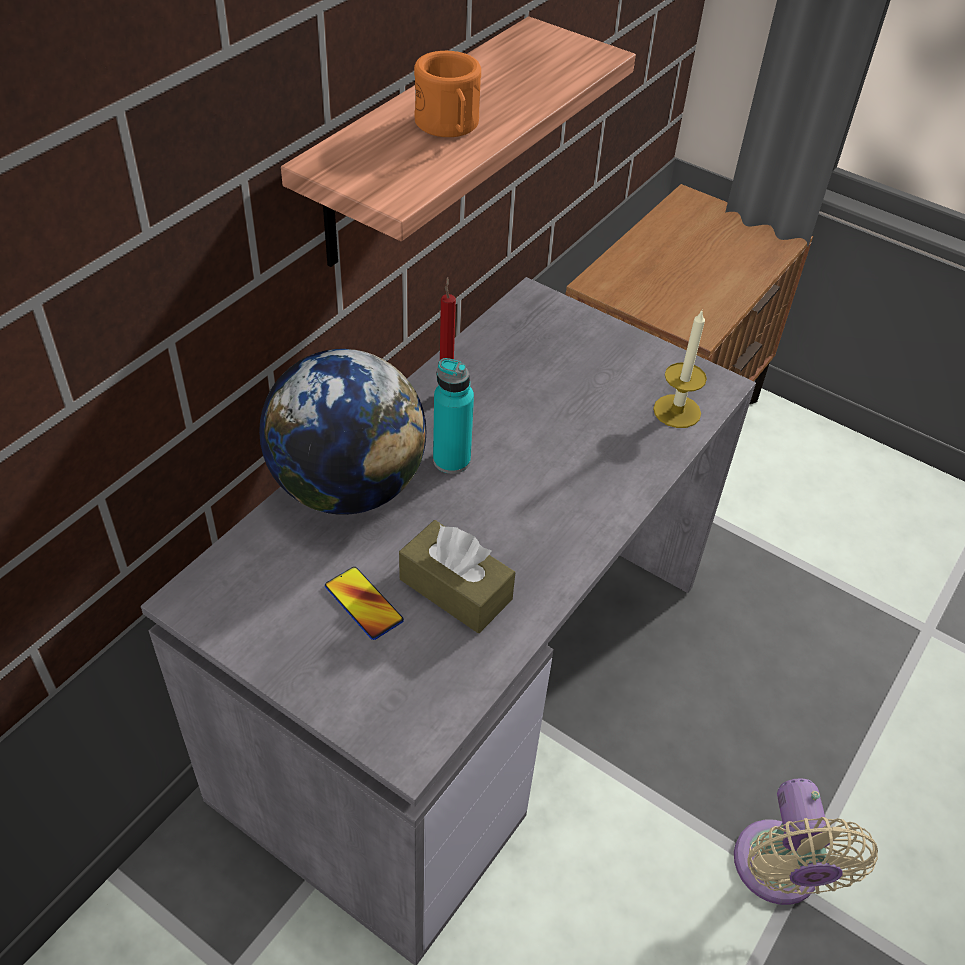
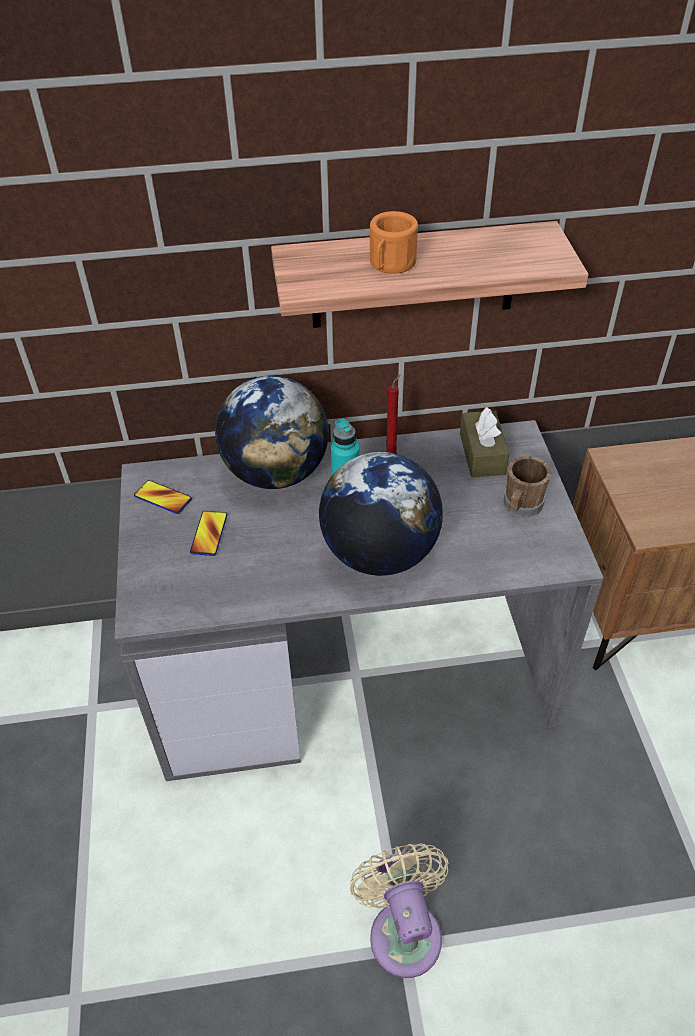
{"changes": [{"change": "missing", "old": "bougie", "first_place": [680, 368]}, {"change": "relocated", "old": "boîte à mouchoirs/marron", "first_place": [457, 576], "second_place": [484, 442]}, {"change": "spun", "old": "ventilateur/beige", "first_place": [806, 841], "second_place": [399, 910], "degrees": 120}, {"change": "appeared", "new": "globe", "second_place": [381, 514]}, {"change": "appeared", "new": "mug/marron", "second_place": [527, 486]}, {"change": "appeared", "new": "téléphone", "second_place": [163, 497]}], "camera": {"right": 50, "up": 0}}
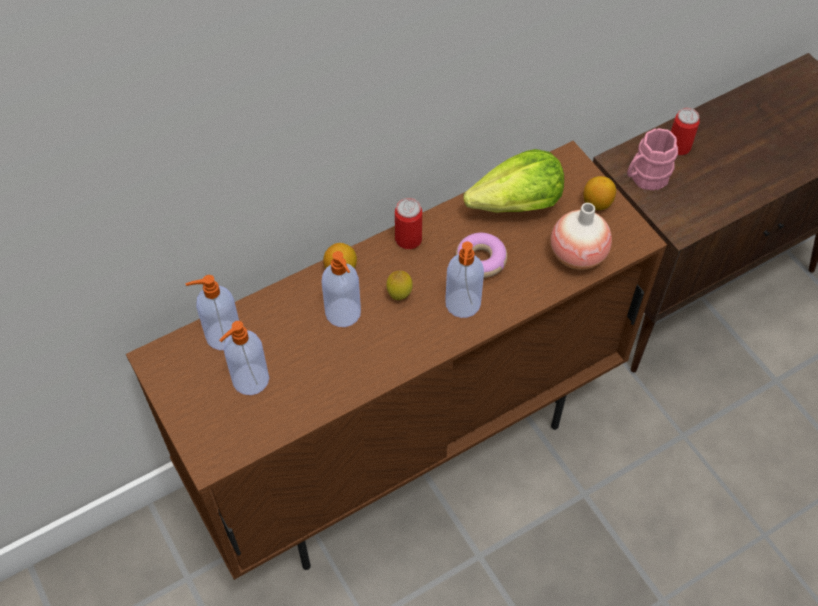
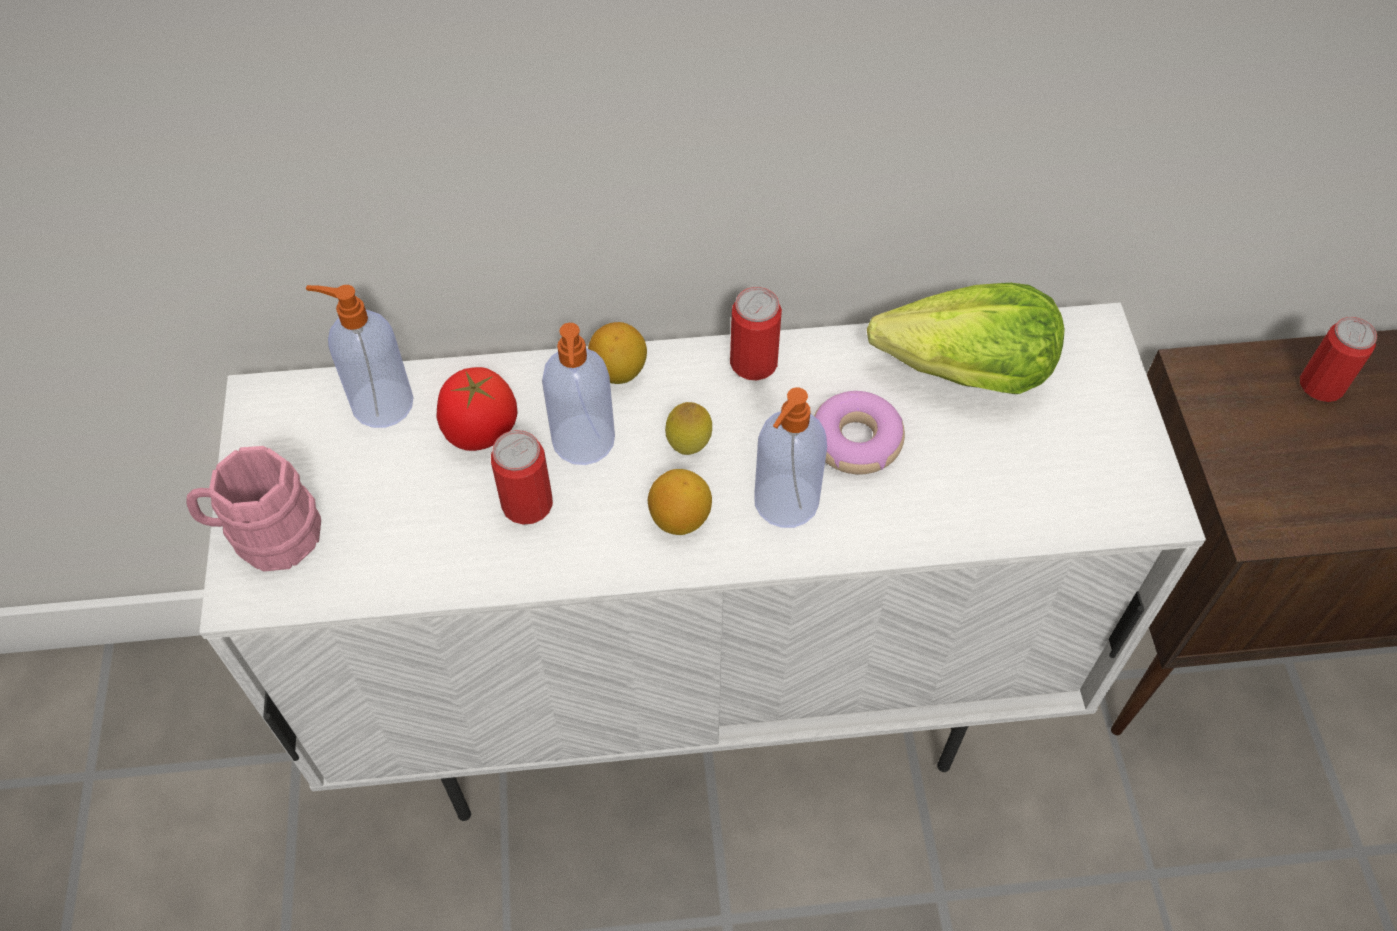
{"changes": [{"change": "relocated", "old": "mug/rose", "first_place": [652, 159], "second_place": [253, 508]}, {"change": "colour", "old": "meuble de rangement/marron", "new": "meuble de rangement/blanc", "first_place": [396, 360], "second_place": [702, 562]}, {"change": "relocated", "old": "citron", "first_place": [599, 193], "second_place": [680, 502]}, {"change": "missing", "old": "vase", "first_place": [581, 236]}, {"change": "missing", "old": "distributeur de savon", "first_place": [244, 358]}, {"change": "appeared", "new": "tomate", "second_place": [477, 409]}, {"change": "appeared", "new": "boîte métallique", "second_place": [522, 477]}], "camera": {"right": 25, "up": 0}}
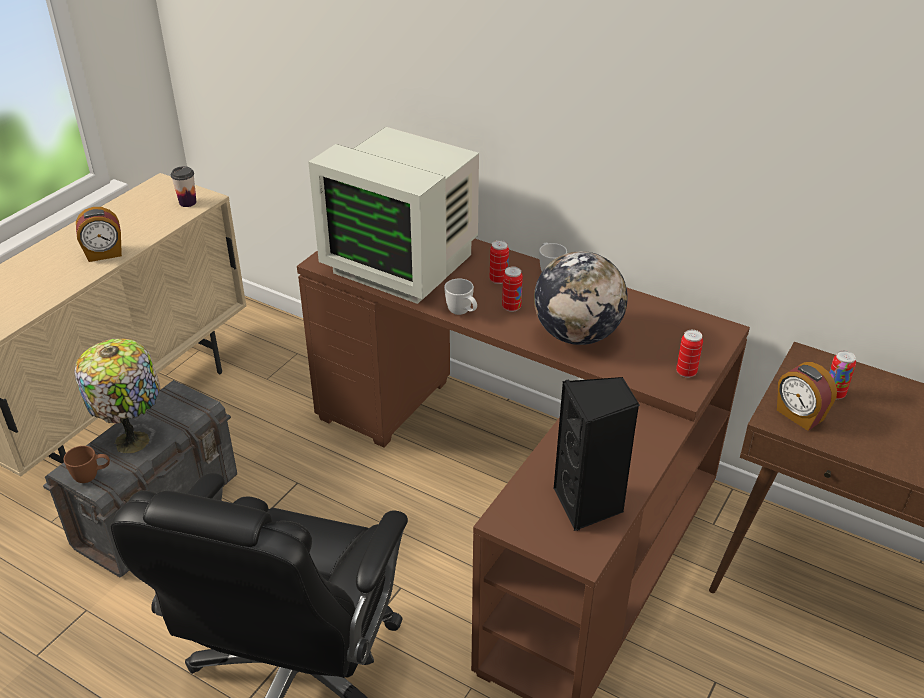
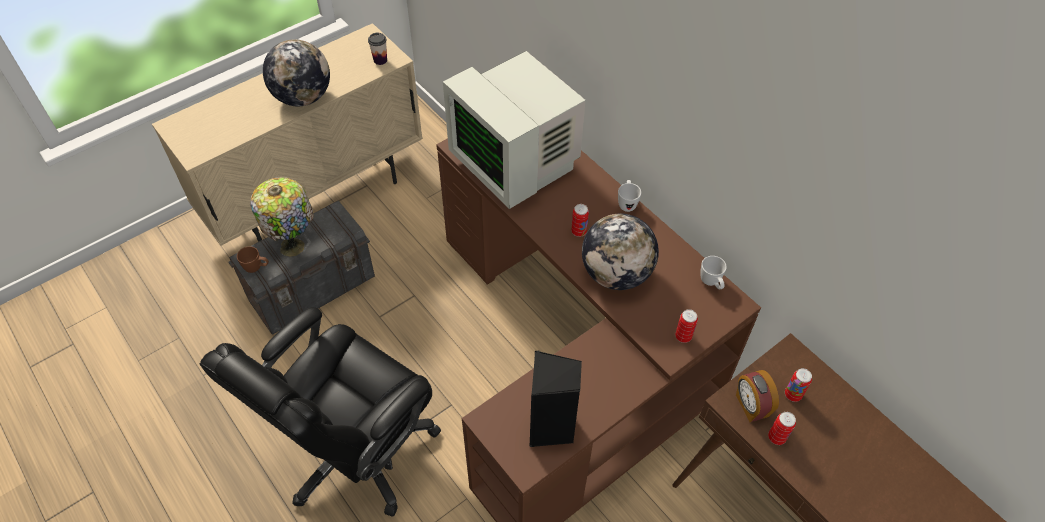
{"changes": [{"change": "exchanged", "old": "réveil", "new": "globe", "first_place": [99, 234], "second_place": [296, 72]}, {"change": "relocated", "old": "boîte métallique", "first_place": [499, 262], "second_place": [782, 428]}, {"change": "relocated", "old": "mug/blanc", "first_place": [460, 296], "second_place": [713, 272]}], "camera": {"right": 20, "up": 15}}
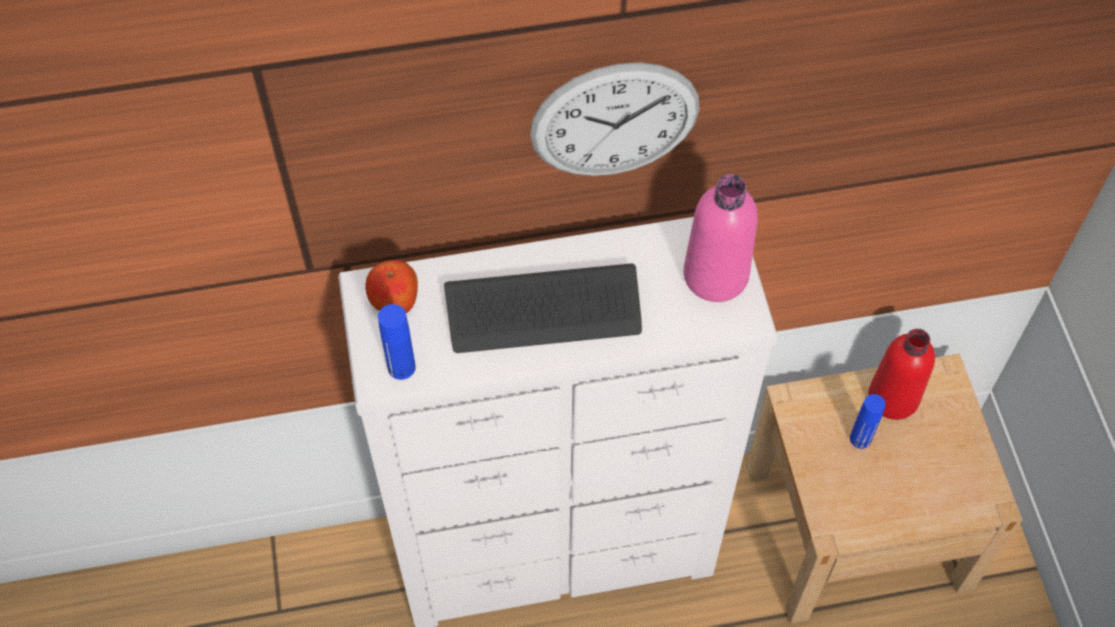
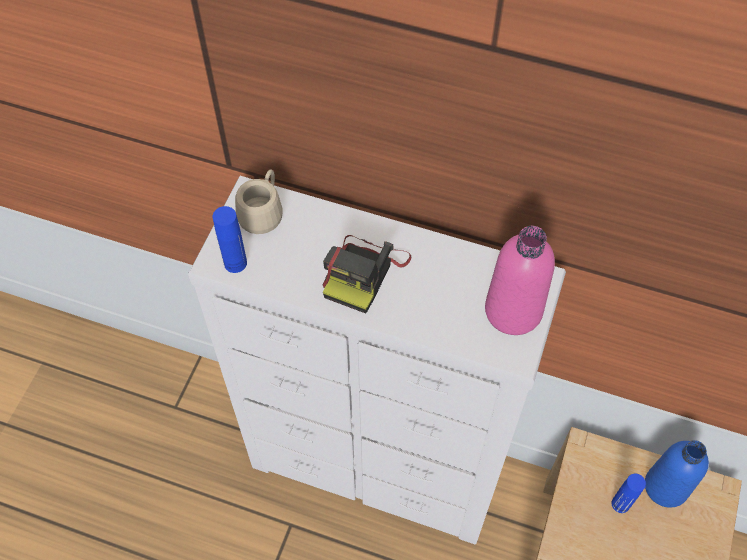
{"changes": [{"change": "missing", "old": "horloge murale", "first_place": [615, 119]}, {"change": "exchanged", "old": "pomme", "new": "mug/beige", "first_place": [391, 286], "second_place": [258, 201]}, {"change": "exchanged", "old": "clavier", "new": "appareil photo", "first_place": [543, 308], "second_place": [367, 274]}, {"change": "colour", "old": "bouteille/rouge", "new": "bouteille/bleu", "first_place": [901, 374], "second_place": [677, 474]}], "camera": {"right": 30, "up": 0}}
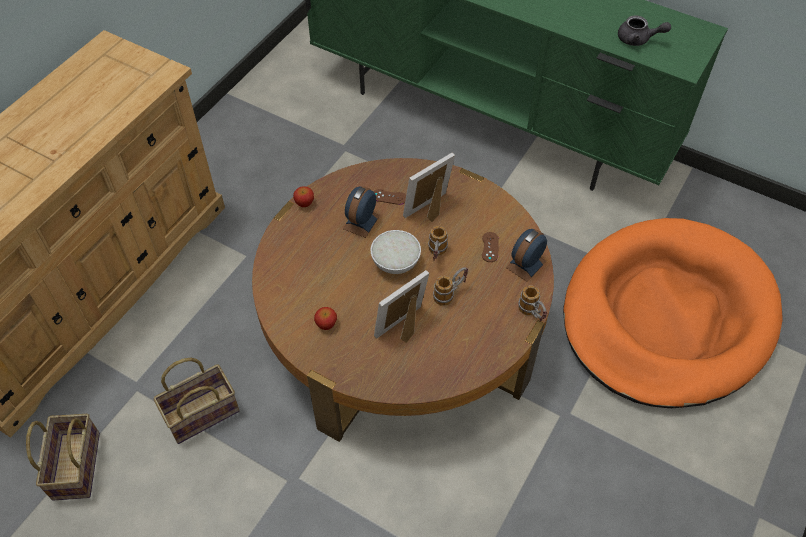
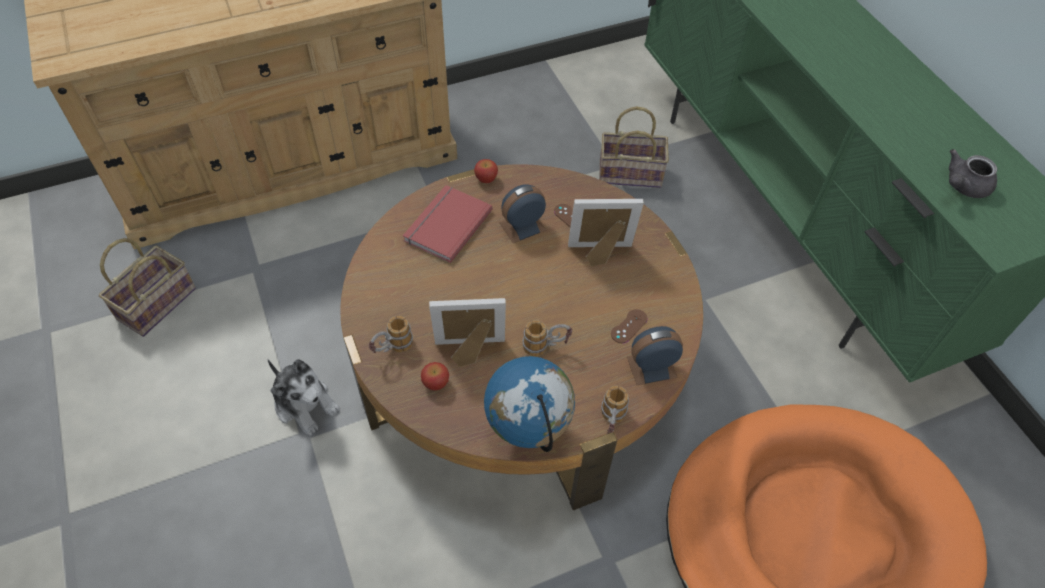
{"changes": [{"change": "spun", "old": "théière/gris", "first_place": [644, 30], "second_place": [973, 173], "degrees": 90}, {"change": "relocated", "old": "mug", "first_place": [438, 243], "second_place": [391, 334]}, {"change": "missing", "old": "bol/blanc", "first_place": [396, 252]}, {"change": "relocated", "old": "pomme", "first_place": [325, 318], "second_place": [435, 376]}, {"change": "relocated", "old": "panier", "first_place": [196, 401], "second_place": [634, 147]}, {"change": "appeared", "new": "livre/rouge", "second_place": [448, 224]}, {"change": "appeared", "new": "globe", "second_place": [529, 404]}, {"change": "appeared", "new": "peluche", "second_place": [304, 397]}], "camera": {"right": 35, "up": 0}}
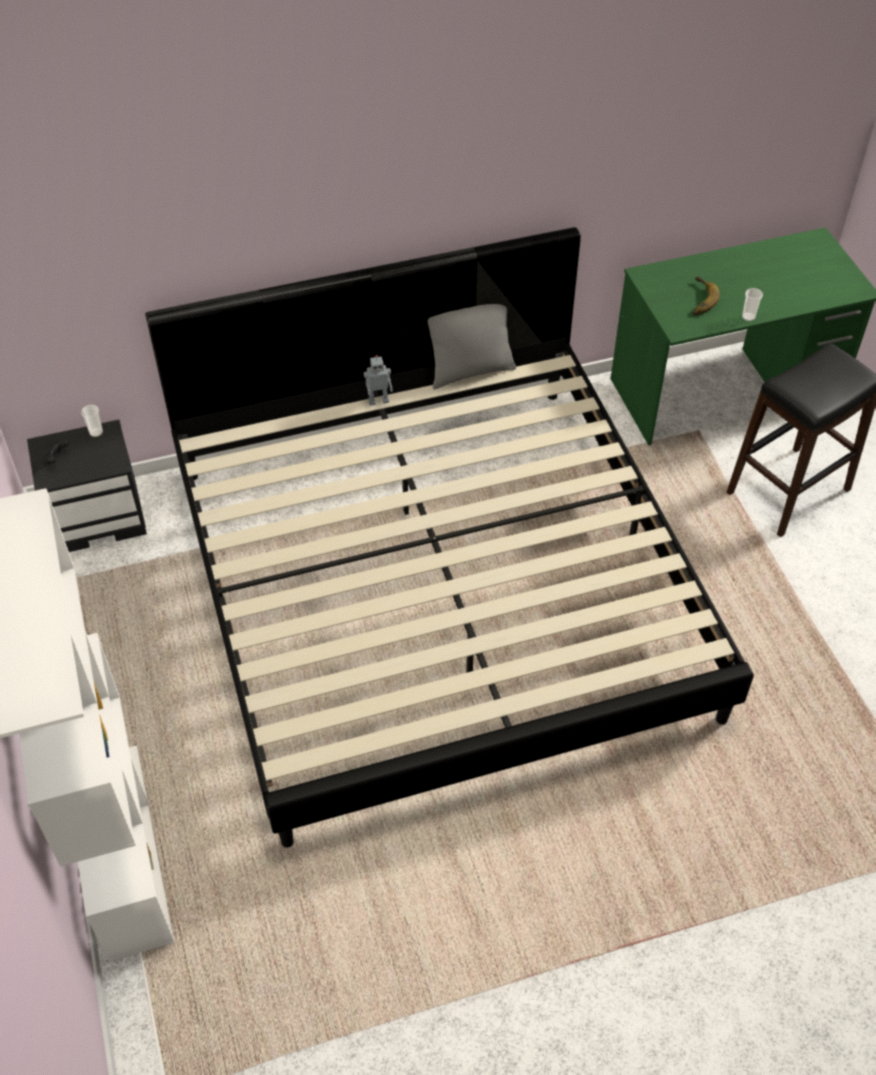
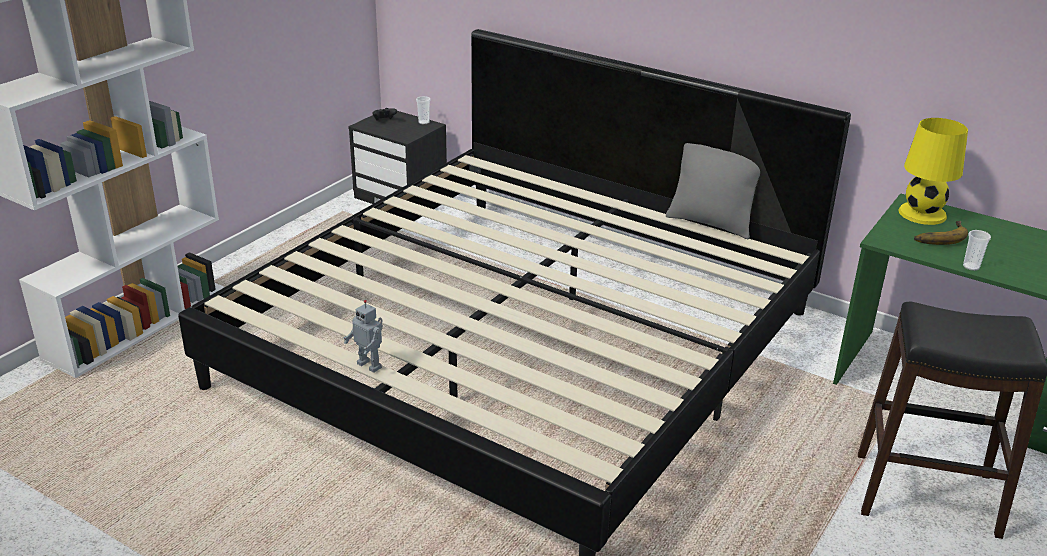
{"changes": [{"change": "relocated", "old": "robot jouet", "first_place": [378, 380], "second_place": [363, 336]}, {"change": "appeared", "new": "lampe de table/jaune", "second_place": [933, 171]}], "camera": {"right": 50, "up": -20}}
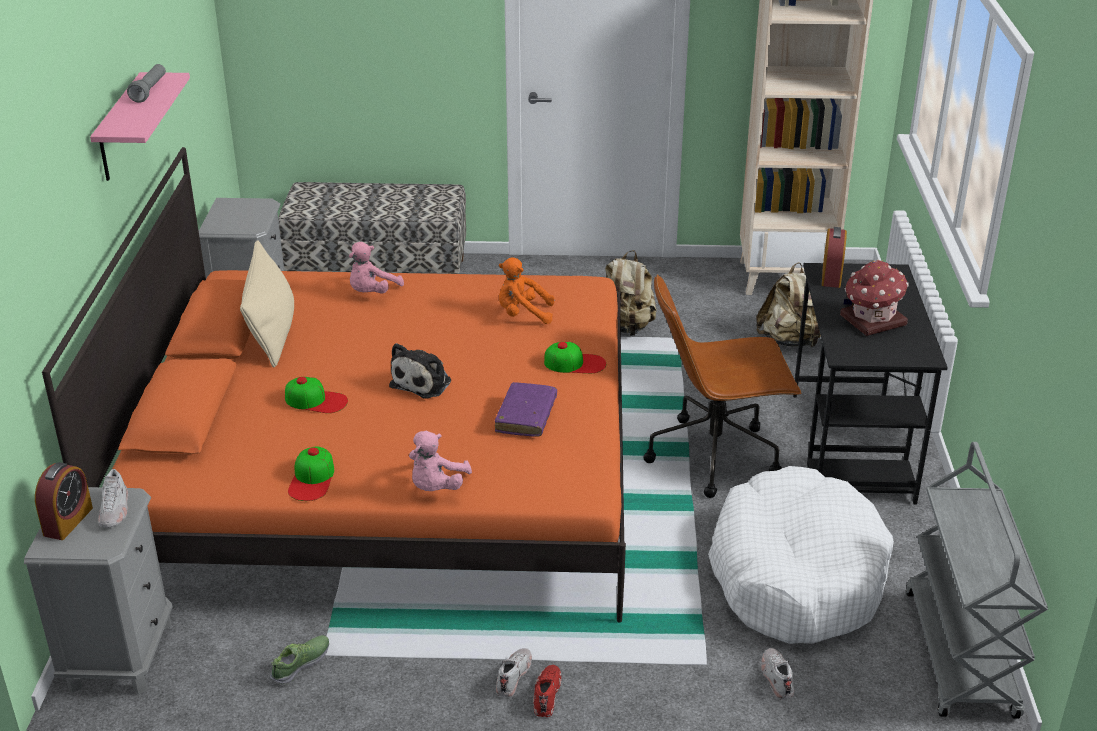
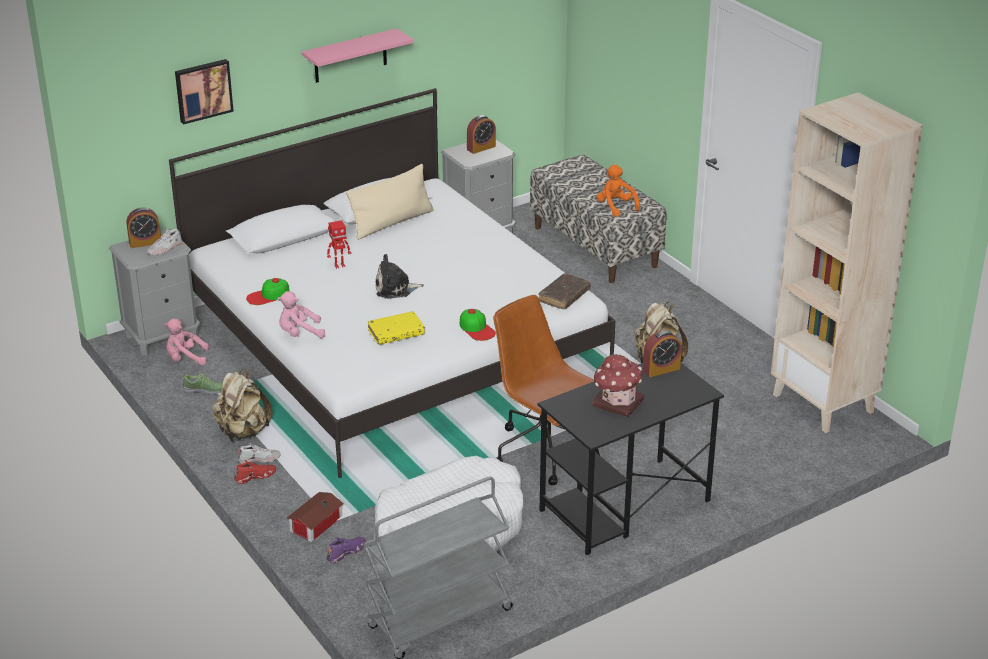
{"changes": [{"change": "missing", "old": "lampe de poche/gris", "first_place": [146, 83]}, {"change": "colour", "old": "lit/orange", "new": "lit/blanc", "first_place": [334, 385], "second_place": [392, 283]}, {"change": "relocated", "old": "peluche/rose", "first_place": [376, 268], "second_place": [186, 342]}, {"change": "relocated", "old": "peluche/orange", "first_place": [527, 290], "second_place": [618, 191]}, {"change": "relocated", "old": "sac à dos/beige", "first_place": [788, 305], "second_place": [242, 405]}, {"change": "exchanged", "old": "casquette", "new": "robot jouet", "first_place": [316, 395], "second_place": [339, 244]}, {"change": "colour", "old": "livre/violet", "new": "livre/jaune", "first_place": [526, 409], "second_place": [396, 328]}, {"change": "colour", "old": "chaussure/blanc", "new": "chaussure/violet", "first_place": [777, 674], "second_place": [346, 550]}, {"change": "appeared", "new": "tableau", "second_place": [204, 92]}, {"change": "appeared", "new": "réveil", "second_place": [481, 134]}, {"change": "appeared", "new": "livre/marron", "second_place": [565, 291]}, {"change": "appeared", "new": "maison miniature", "second_place": [315, 517]}], "camera": {"right": 55, "up": 0}}
